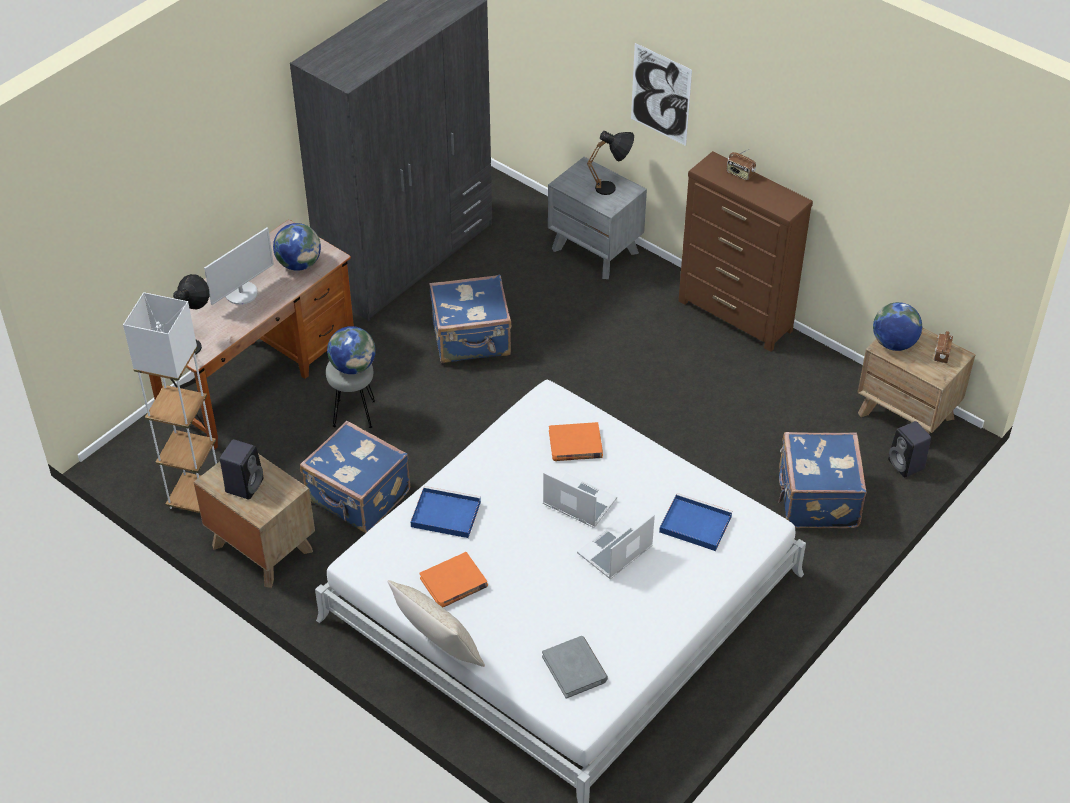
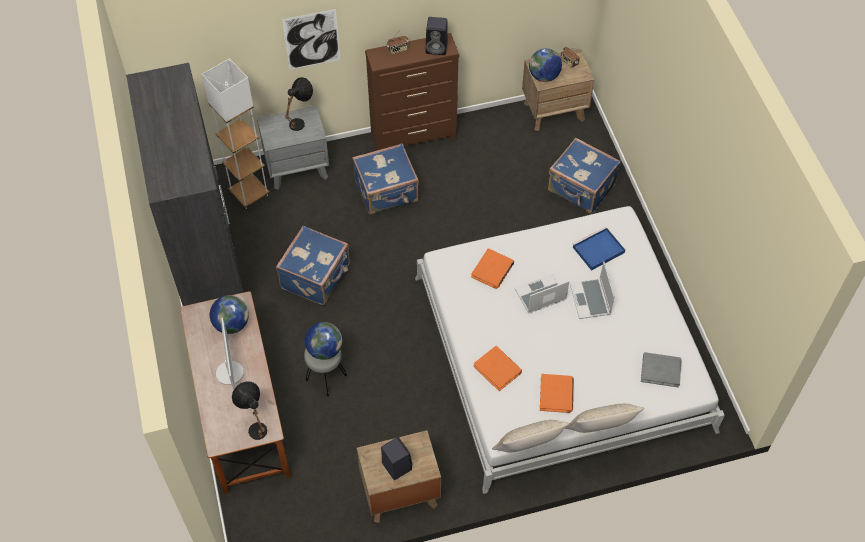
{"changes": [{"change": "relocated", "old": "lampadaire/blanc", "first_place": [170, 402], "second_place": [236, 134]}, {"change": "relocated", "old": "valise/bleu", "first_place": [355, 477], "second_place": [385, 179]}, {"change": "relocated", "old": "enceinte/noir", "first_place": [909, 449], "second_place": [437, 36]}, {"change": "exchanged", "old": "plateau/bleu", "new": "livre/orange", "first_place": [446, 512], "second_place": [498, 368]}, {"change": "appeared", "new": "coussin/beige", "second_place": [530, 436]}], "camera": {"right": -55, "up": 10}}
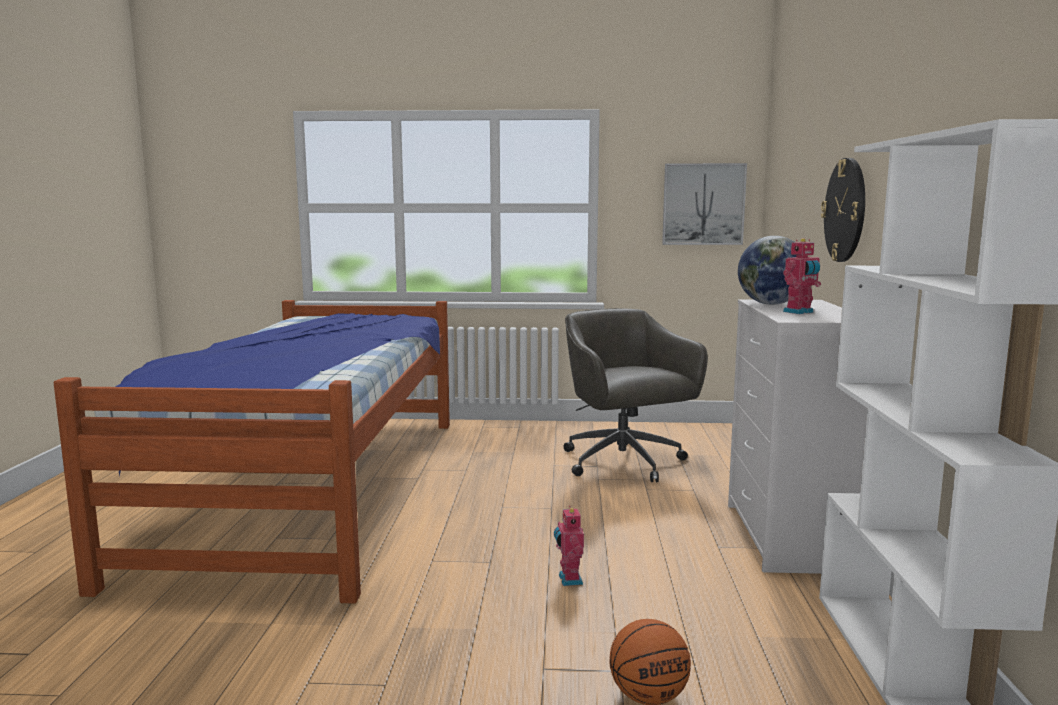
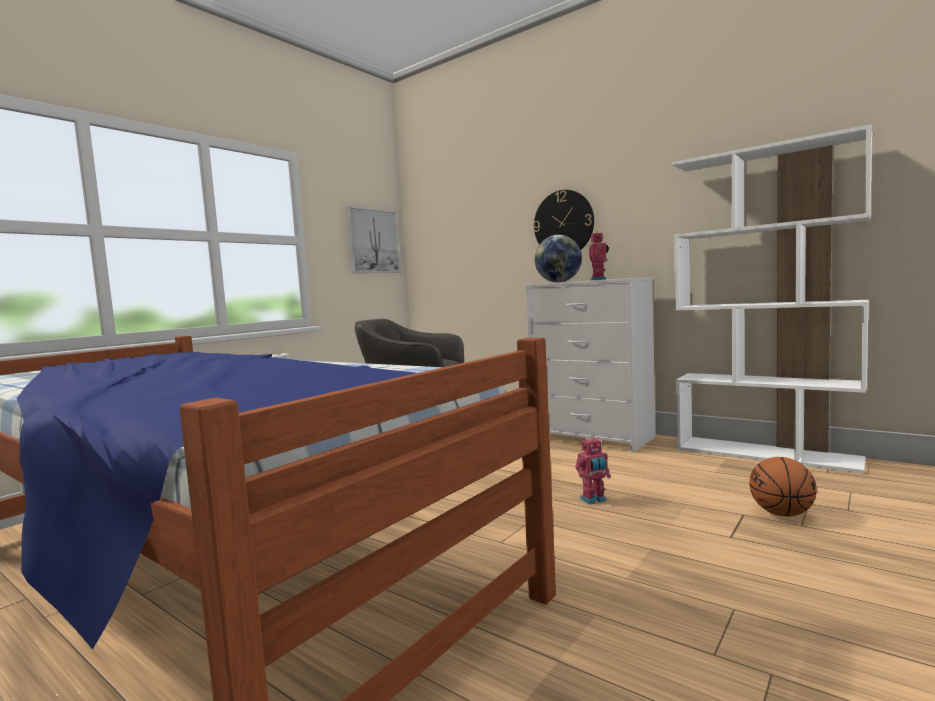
{"changes": [{"change": "spun", "old": "robot jouet", "first_place": [569, 546], "second_place": [593, 471], "degrees": -45}], "camera": {"right": -55, "up": -5}}
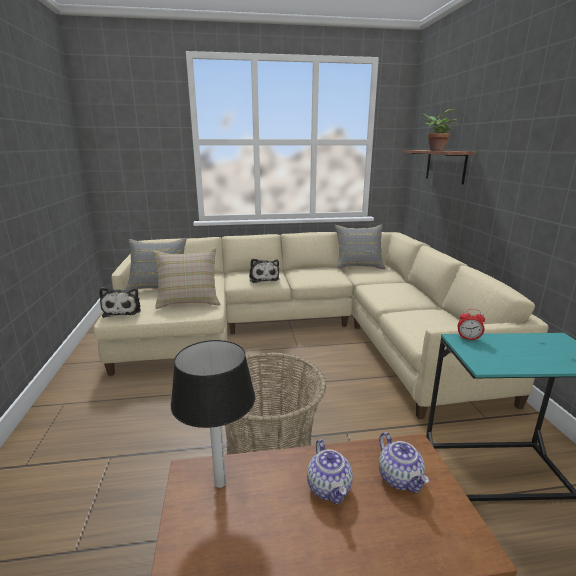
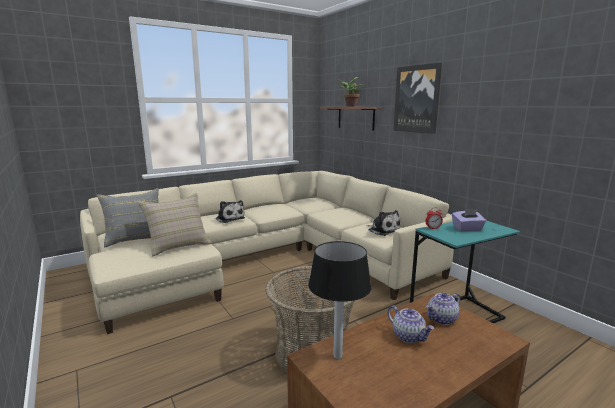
{"changes": [{"change": "missing", "old": "coussin/gris", "first_place": [360, 246]}, {"change": "relocated", "old": "peluche", "first_place": [120, 302], "second_place": [383, 223]}, {"change": "spun", "old": "théière", "first_place": [404, 462], "second_place": [443, 309], "degrees": 105}, {"change": "appeared", "new": "tableau", "second_place": [417, 98]}, {"change": "appeared", "new": "boîte à mouchoirs/violet", "second_place": [469, 220]}], "camera": {"right": -25, "up": -5}}
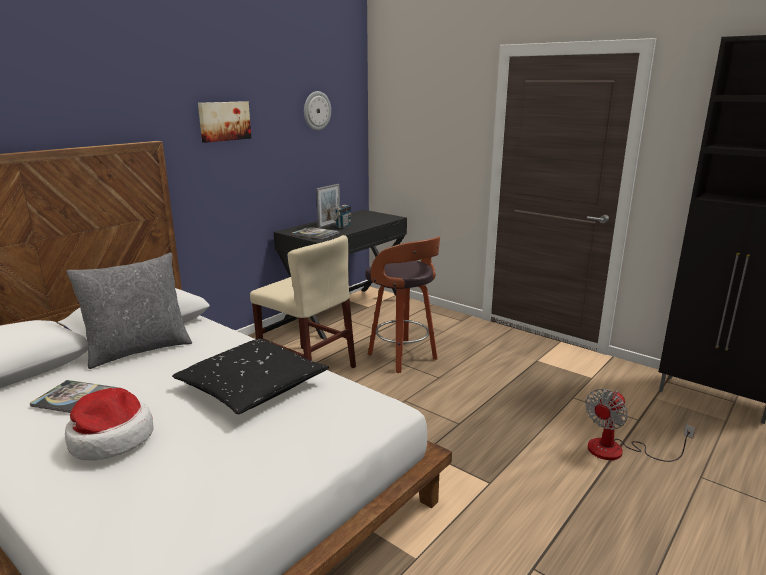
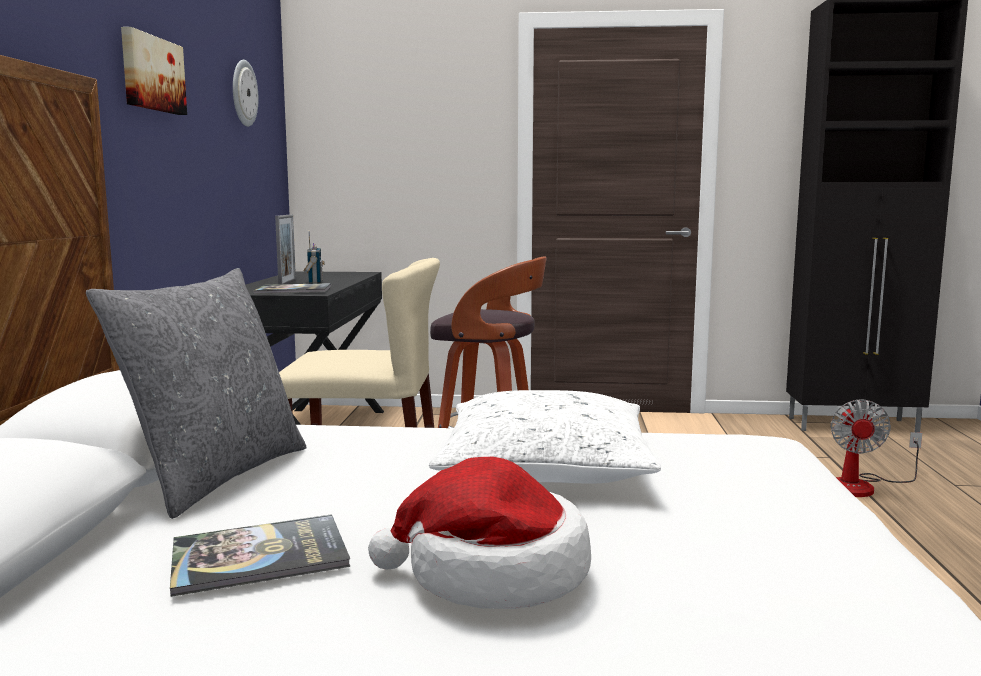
{"changes": [{"change": "colour", "old": "coussin/noir", "new": "coussin/blanc", "first_place": [250, 376], "second_place": [545, 437]}], "camera": {"right": -35, "up": -10}}
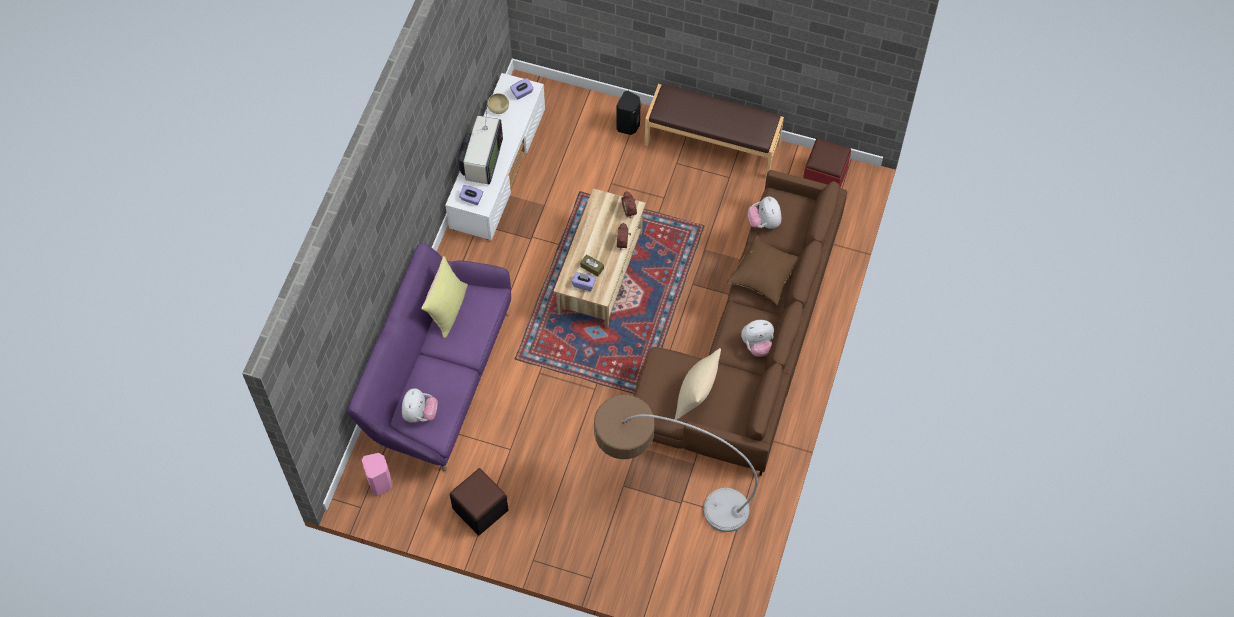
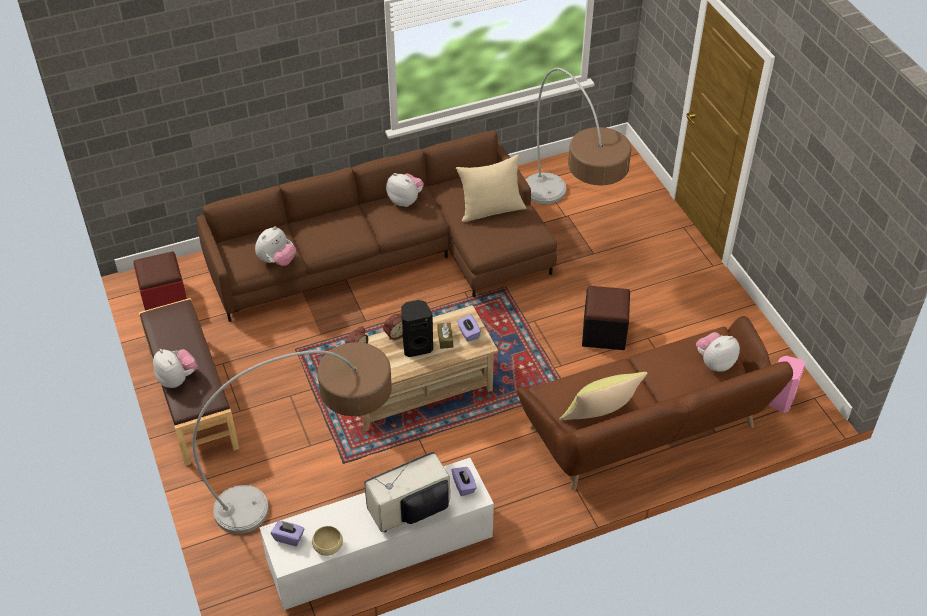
{"changes": [{"change": "relocated", "old": "enceinte/noir", "first_place": [628, 113], "second_place": [417, 328]}, {"change": "missing", "old": "coussin/marron", "first_place": [762, 270]}, {"change": "colour", "old": "canapé/violet", "new": "canapé/marron", "first_place": [429, 357], "second_place": [655, 403]}, {"change": "relocated", "old": "pouf/noir", "first_place": [479, 502], "second_place": [606, 318]}, {"change": "appeared", "new": "lampadaire", "second_place": [292, 438]}, {"change": "appeared", "new": "peluche", "second_place": [175, 368]}], "camera": {"right": -130, "up": -15}}
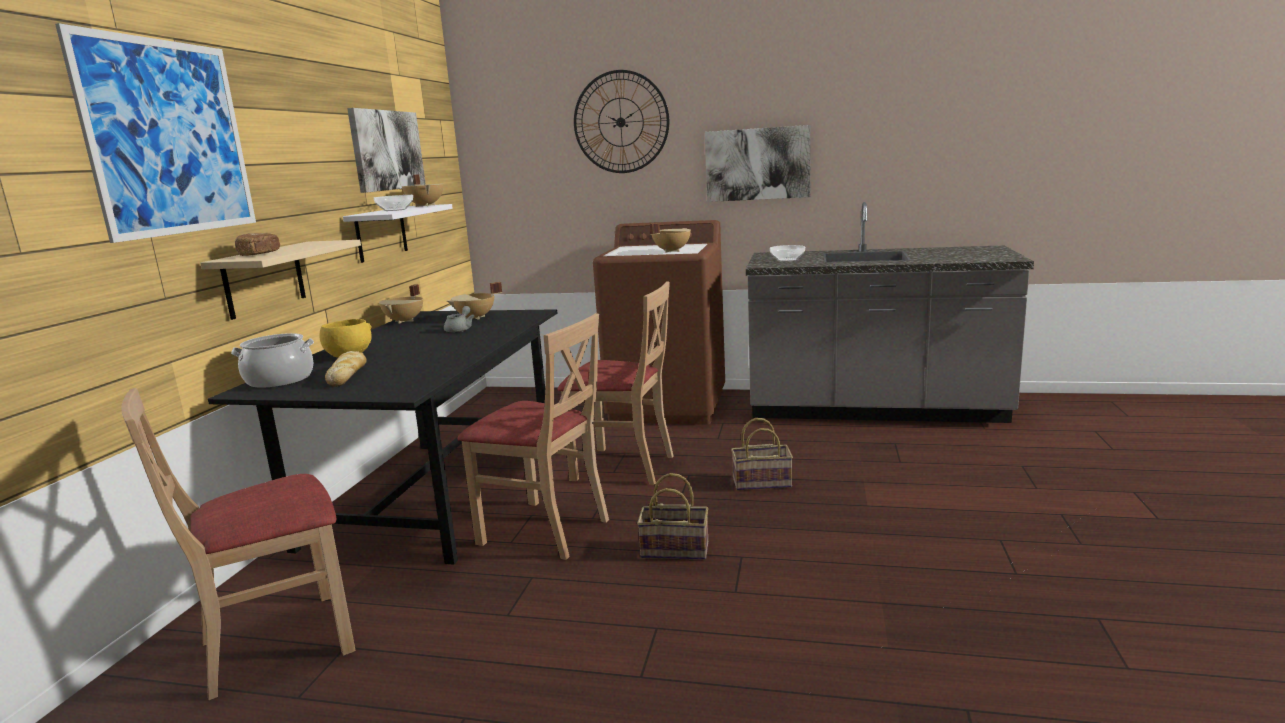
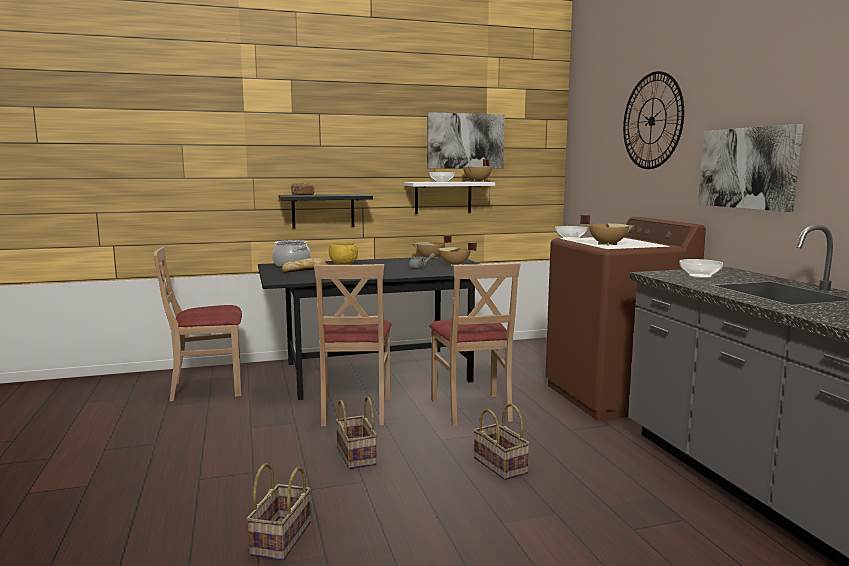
{"changes": [{"change": "missing", "old": "tableau", "first_place": [155, 133]}, {"change": "colour", "old": "étagère/beige", "new": "étagère/noir", "first_place": [280, 280], "second_place": [325, 211]}, {"change": "spun", "old": "chaise/beige", "first_place": [238, 544], "second_place": [197, 324], "degrees": -45}, {"change": "appeared", "new": "bol", "second_place": [571, 233]}, {"change": "appeared", "new": "panier", "second_place": [279, 511]}], "camera": {"right": 60, "up": -5}}
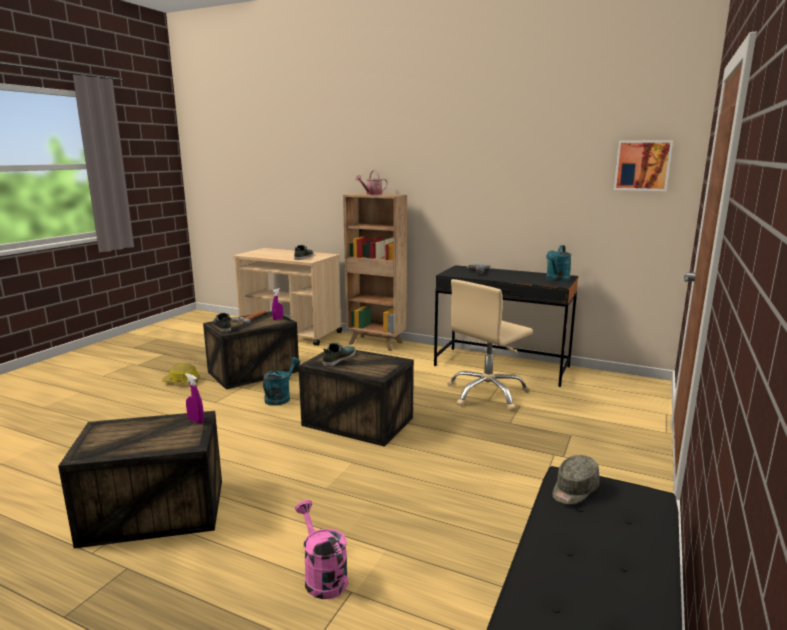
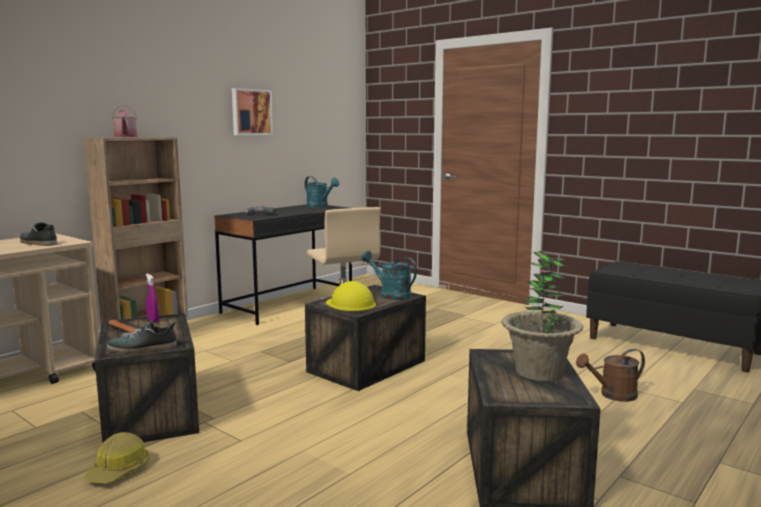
{"changes": [{"change": "relocated", "old": "tableau", "first_place": [643, 165], "second_place": [252, 111]}, {"change": "exchanged", "old": "chaussure", "new": "casque de chantier/jaune", "first_place": [339, 354], "second_place": [351, 296]}, {"change": "relocated", "old": "arrosoir/turquoise", "first_place": [281, 381], "second_place": [389, 275]}, {"change": "missing", "old": "vaporisateur/violet", "first_place": [194, 398]}, {"change": "missing", "old": "casquette/gris", "first_place": [576, 479]}, {"change": "colour", "old": "arrosoir/rose", "new": "arrosoir/marron", "first_place": [321, 549], "second_place": [610, 375]}, {"change": "appeared", "new": "plante en pot", "second_place": [542, 316]}], "camera": {"right": -75, "up": -5}}
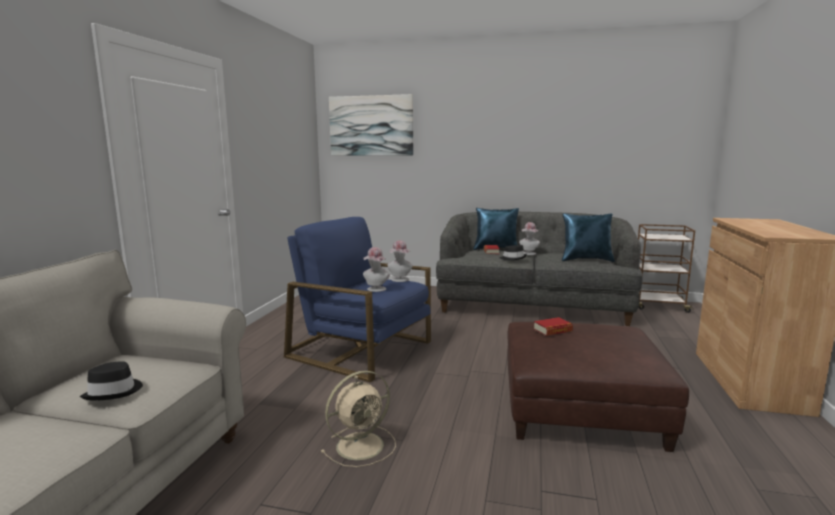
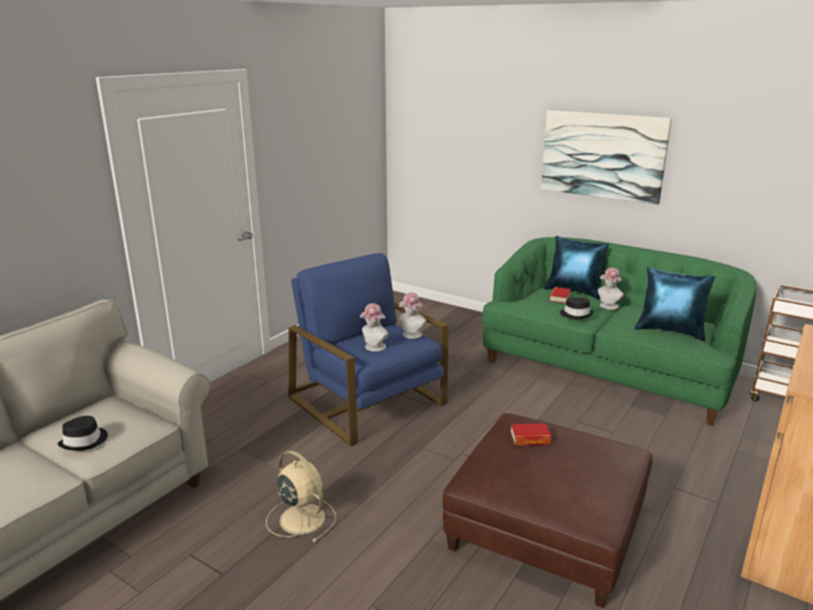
{"changes": [{"change": "relocated", "old": "tableau", "first_place": [371, 125], "second_place": [606, 157]}, {"change": "colour", "old": "canapé/gris", "new": "canapé/vert", "first_place": [539, 269], "second_place": [619, 331]}, {"change": "spun", "old": "ventilateur/beige", "first_place": [358, 419], "second_place": [301, 496], "degrees": -120}], "camera": {"right": 20, "up": 10}}
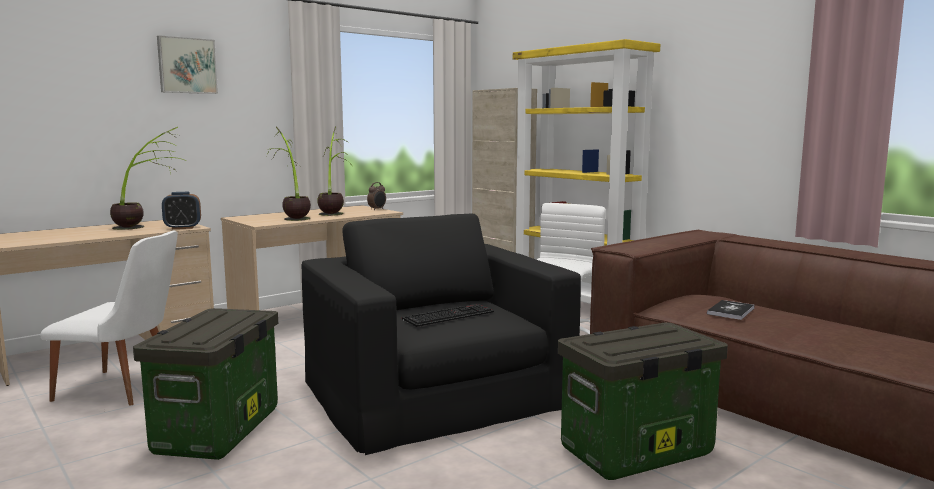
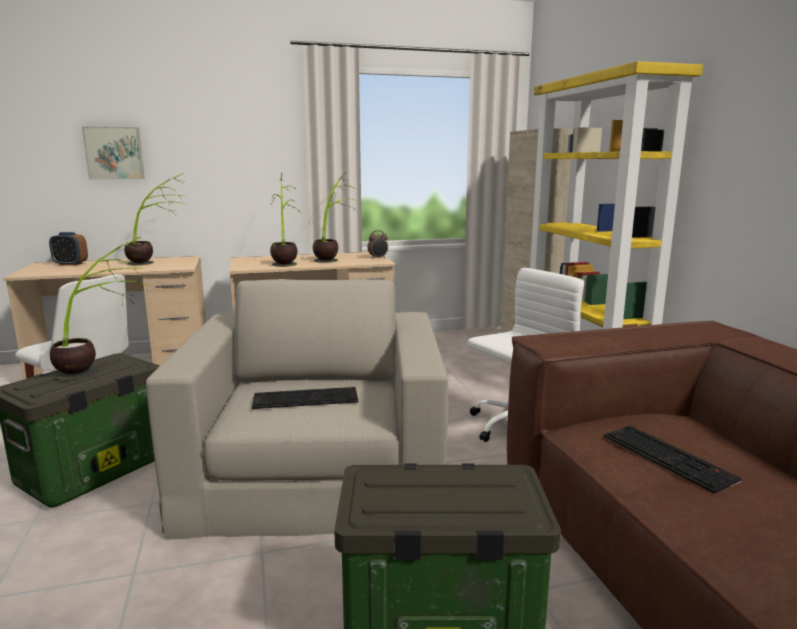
{"changes": [{"change": "relocated", "old": "tableau", "first_place": [187, 64], "second_place": [113, 153]}, {"change": "relocated", "old": "réveil", "first_place": [181, 210], "second_place": [68, 249]}, {"change": "colour", "old": "fauteuil/noir", "new": "fauteuil/beige", "first_place": [441, 334], "second_place": [297, 409]}, {"change": "exchanged", "old": "livre", "new": "clavier", "first_place": [731, 310], "second_place": [673, 459]}, {"change": "appeared", "new": "plante en pot", "second_place": [99, 308]}], "camera": {"right": 25, "up": 5}}
